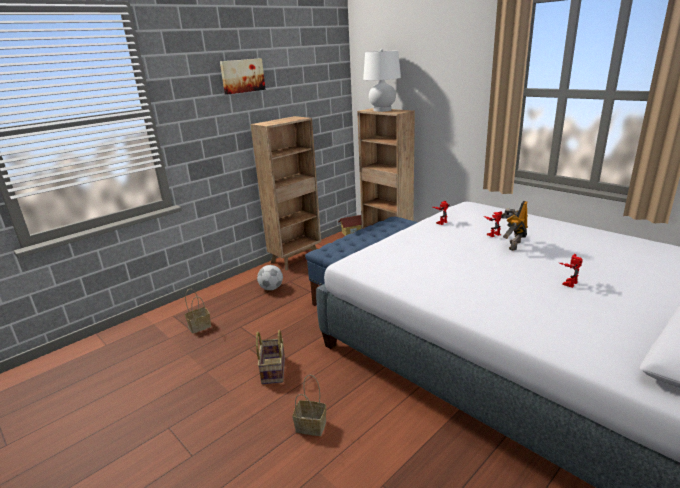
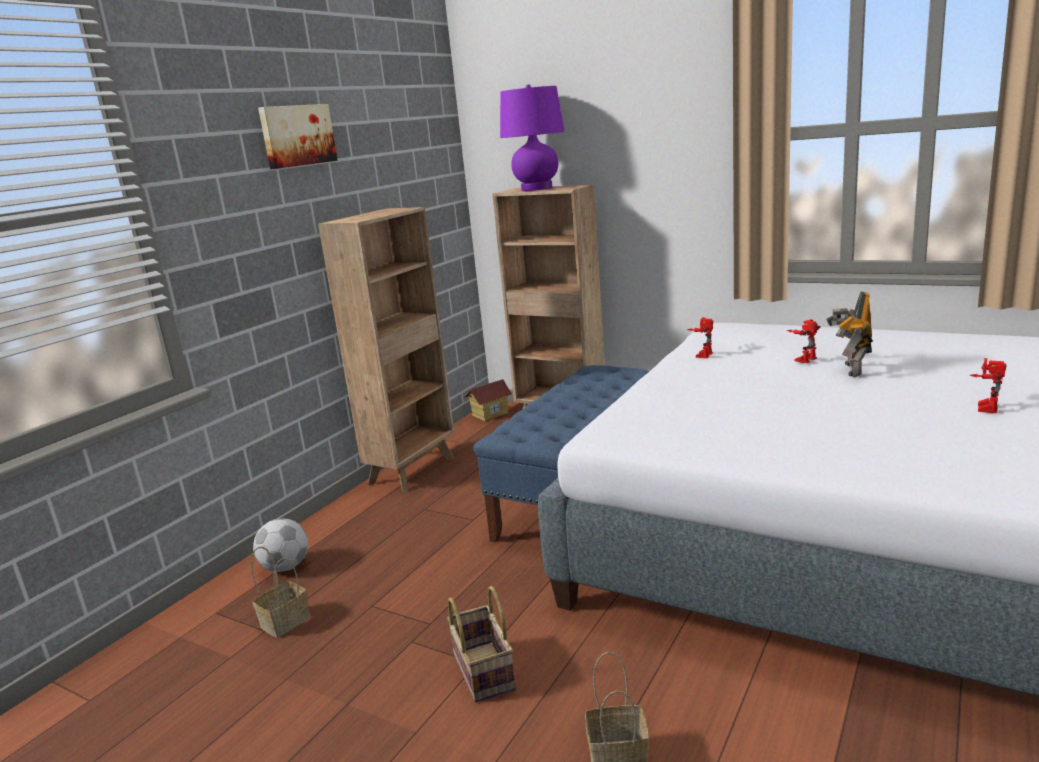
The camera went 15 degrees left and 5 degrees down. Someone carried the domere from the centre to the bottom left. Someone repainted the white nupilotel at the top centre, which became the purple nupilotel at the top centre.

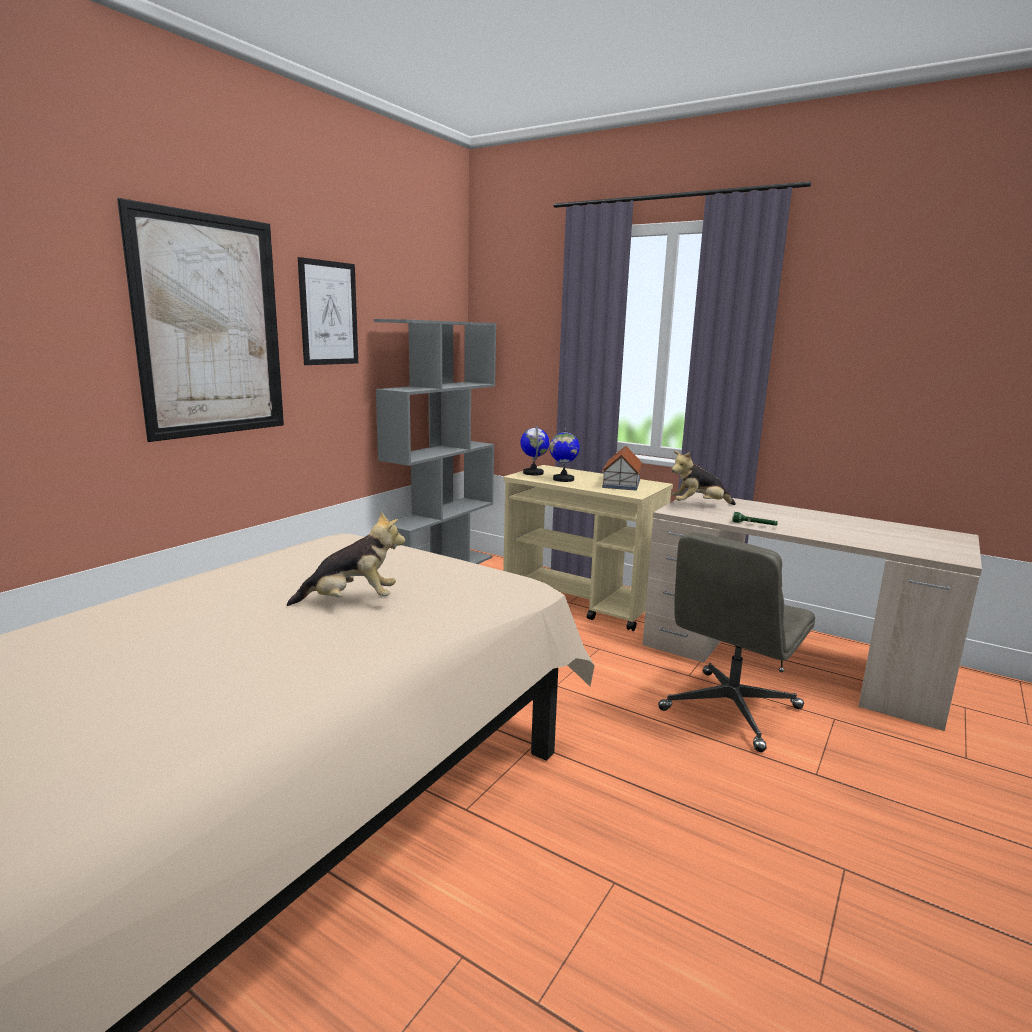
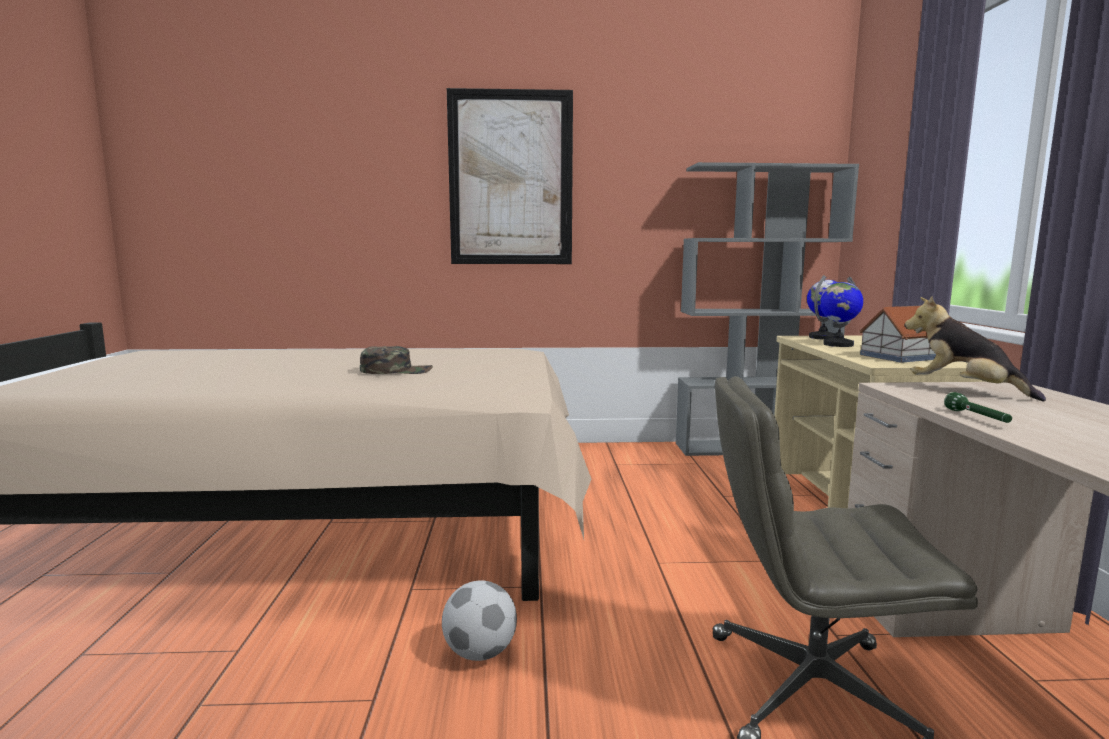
The camera went 55 degrees right and 5 degrees down. Someone took away the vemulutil (no. 2 from left) at the top left. Someone put down the domere at the bottom centre. Someone swapped the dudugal (no. 1 from left) at the centre for the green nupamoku at the centre.

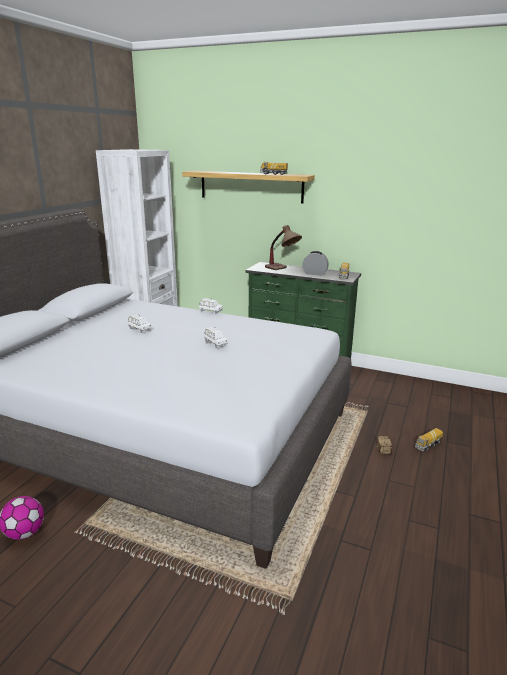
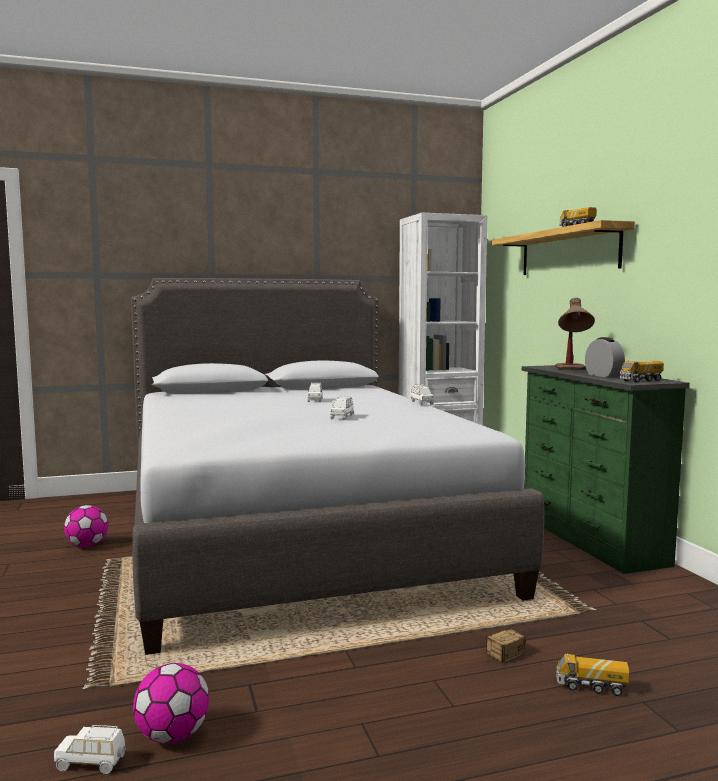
The camera went 50 degrees right and 15 degrees down. Someone put down the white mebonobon (no. 1 from left) at the bottom left. Someone put down the domere (no. 2 from left) at the bottom left.

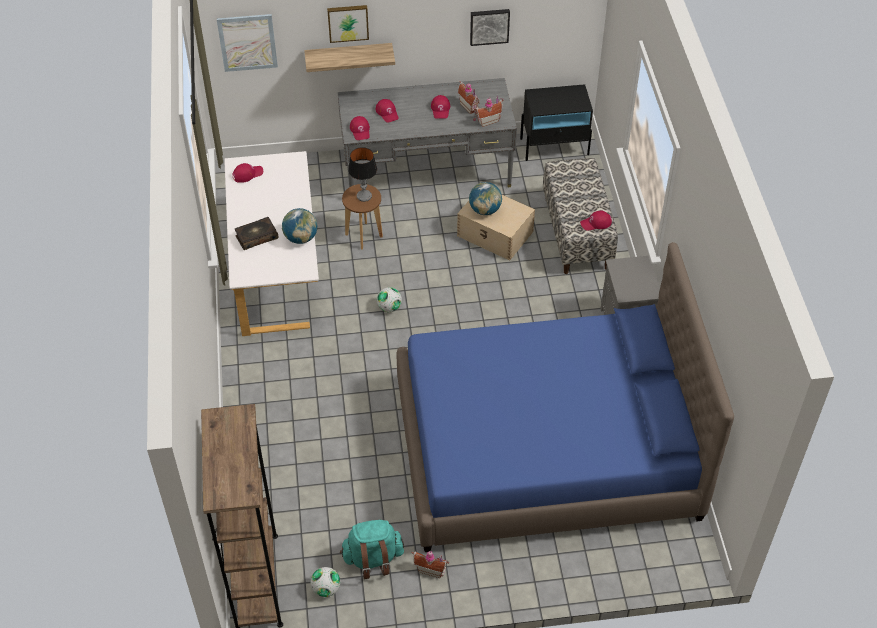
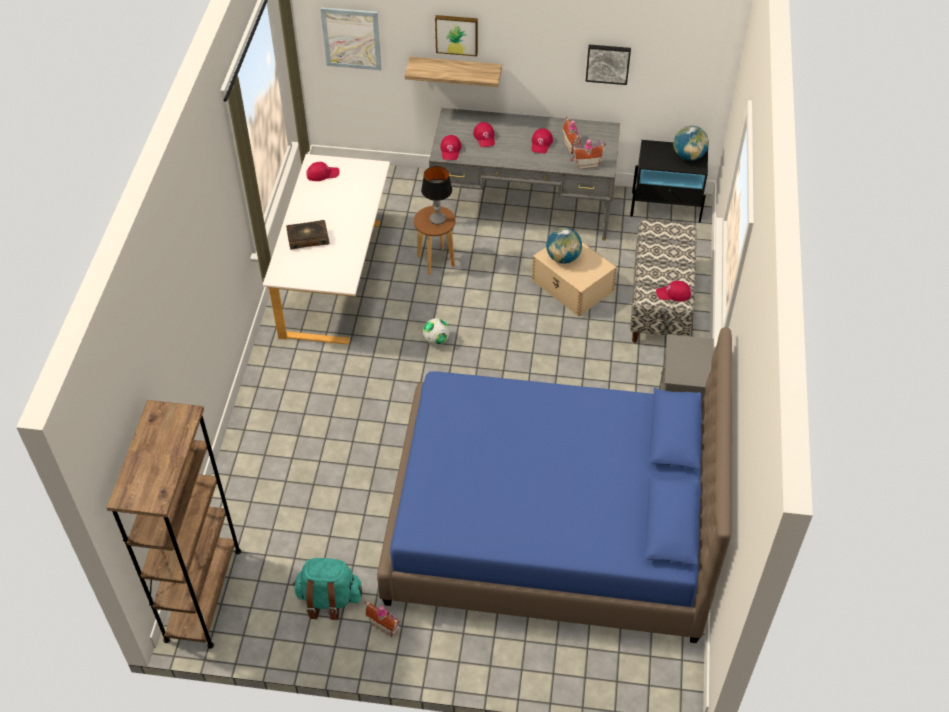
The camera went 15 degrees right and 0 degrees up. Someone took away the domere (no. 1 from left) at the bottom centre. Someone carried the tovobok (no. 1 from left in the first image) from the centre to the top right.

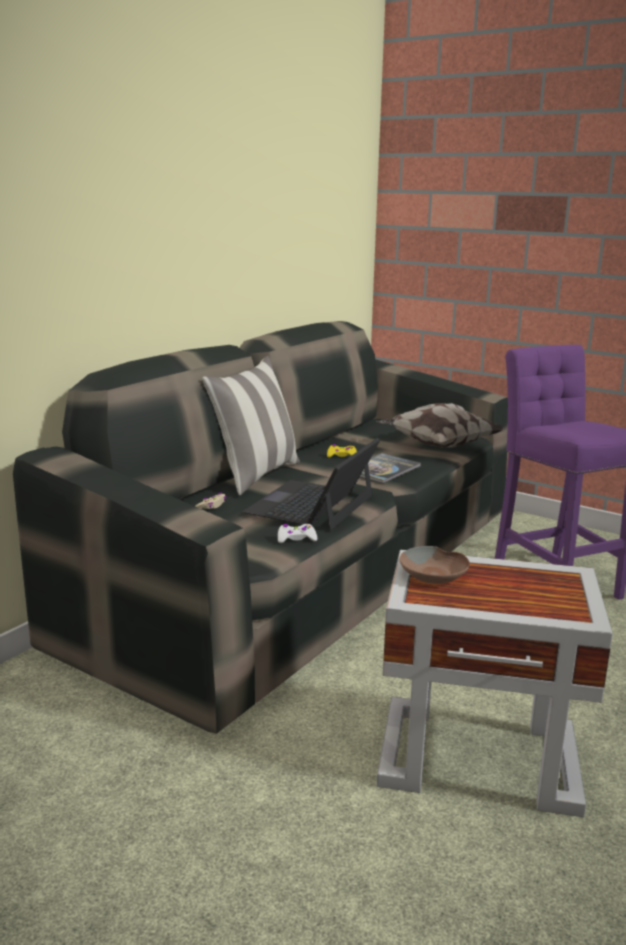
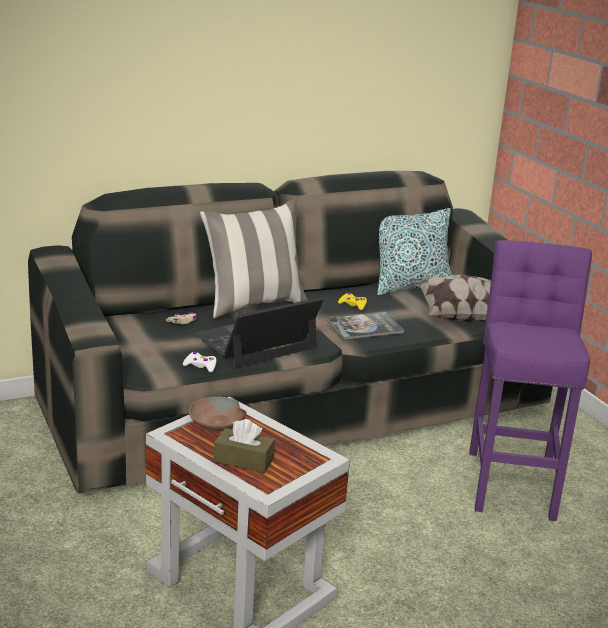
The camera went 30 degrees right and 5 degrees up. Someone put down the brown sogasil at the bottom centre. Someone put down the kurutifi (no. 2 from left) at the middle right.

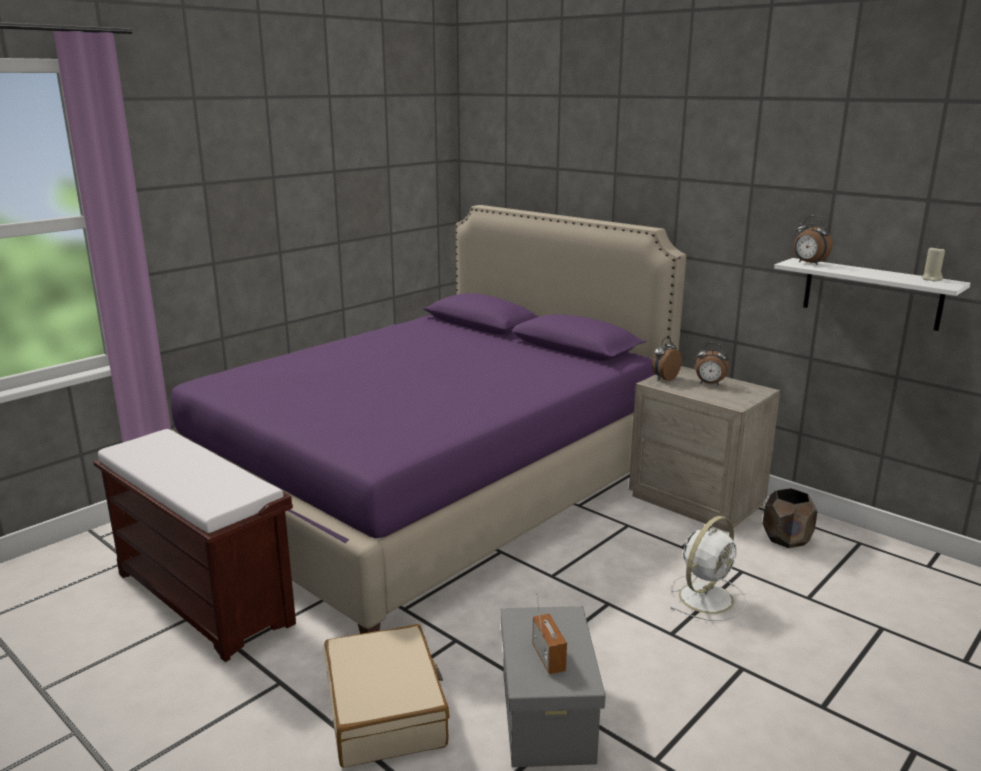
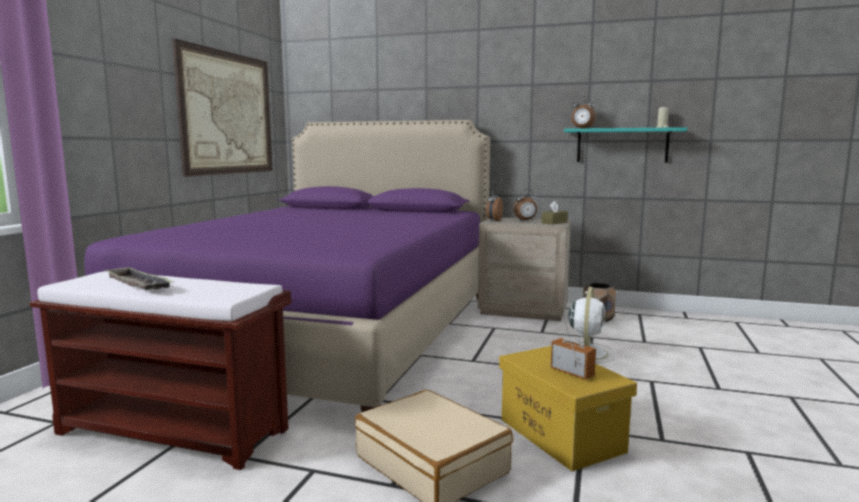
The camera went 25 degrees left and 10 degrees down. Someone put down the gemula at the middle left. Someone put up the vemulutil at the top left. Someone put down the brown sogasil at the centre. Someone repainted the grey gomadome at the bottom centre, which became the yellow gomadome at the bottom centre. Someone repainted the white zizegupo at the middle right, which became the turquoise zizegupo at the top right.

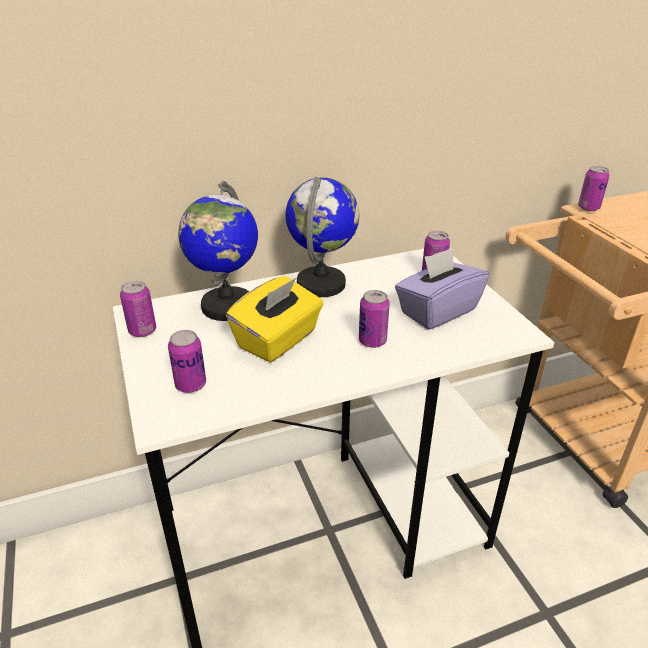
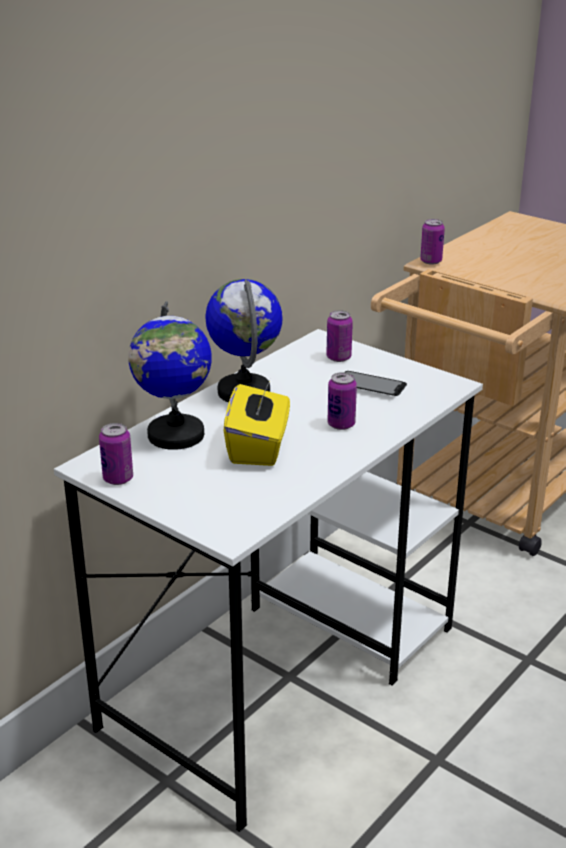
The camera went 30 degrees left and 5 degrees down. Someone took away the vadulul (no. 2 from left) at the middle left. Someone swapped the purple sogasil at the middle right for the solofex at the centre.

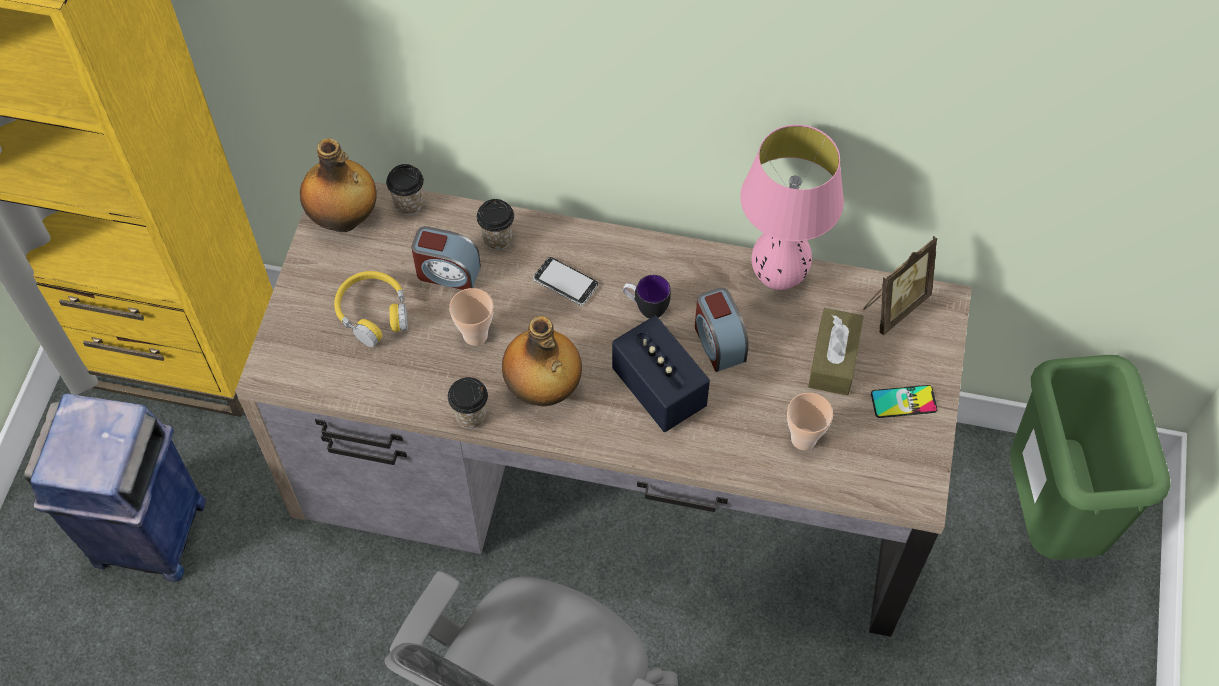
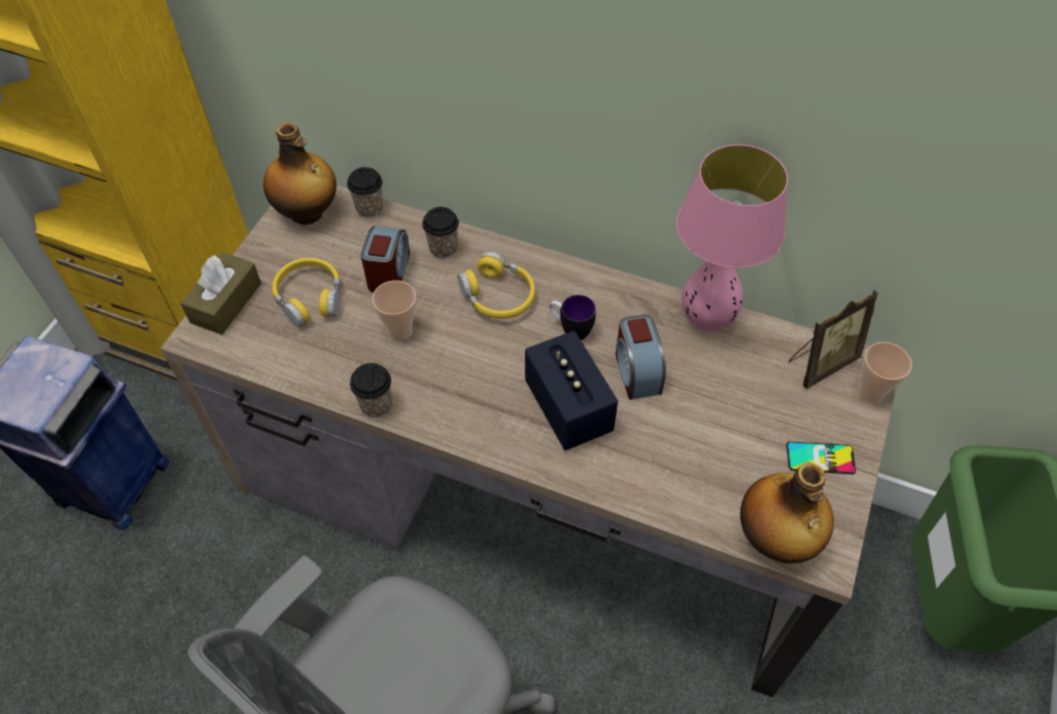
The camera went 10 degrees right and 5 degrees down. Someone carried the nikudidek (no. 2 from left) from the centre to the bottom right. Someone carried the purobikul (no. 5 from left) from the centre to the middle right. Someone carried the brown sogasil from the middle right to the middle left. Someone swapped the solofex (no. 1 from left) at the centre for the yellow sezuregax (no. 2 from left) at the centre. Someone rotated the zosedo (no. 1 from left) at the centre by 105 degrees counterclockwise.

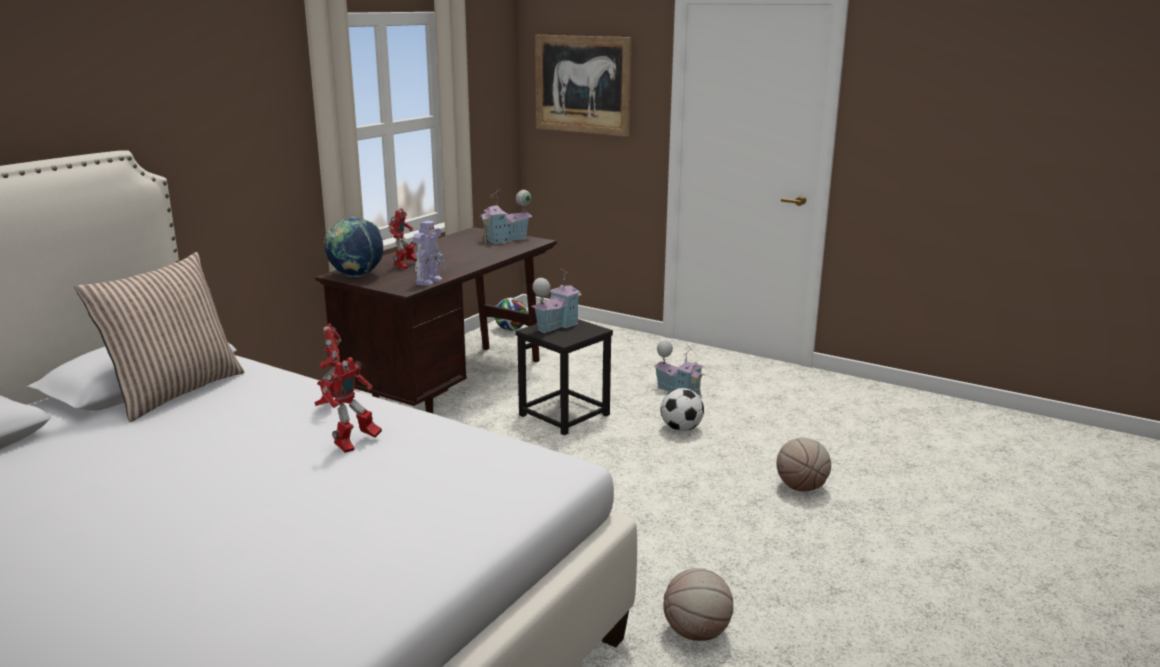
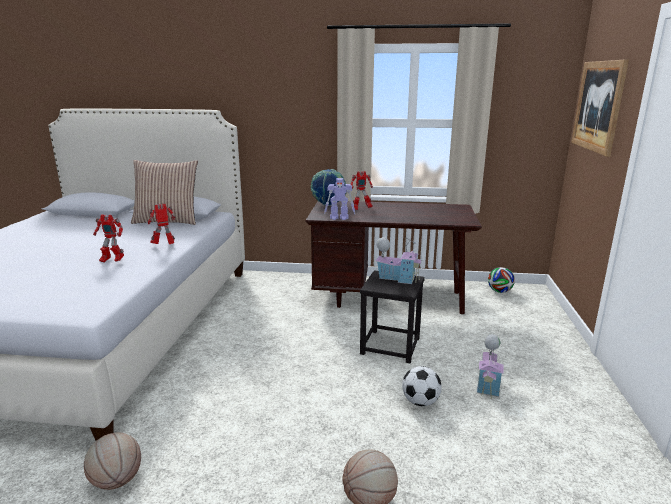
The camera went 65 degrees right and 0 degrees up. Someone took away the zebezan (no. 1 from left) at the top centre.

